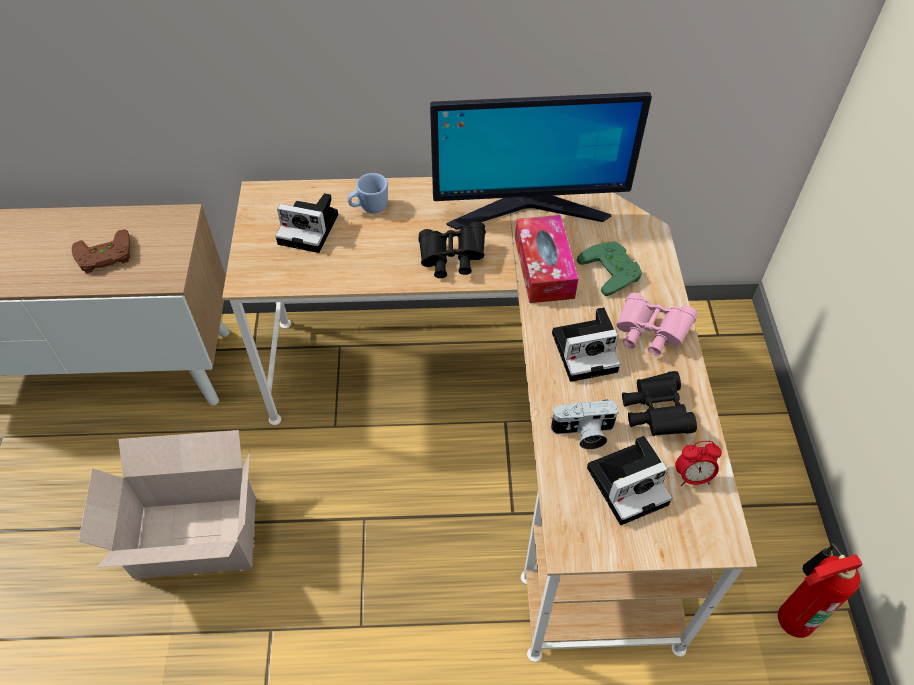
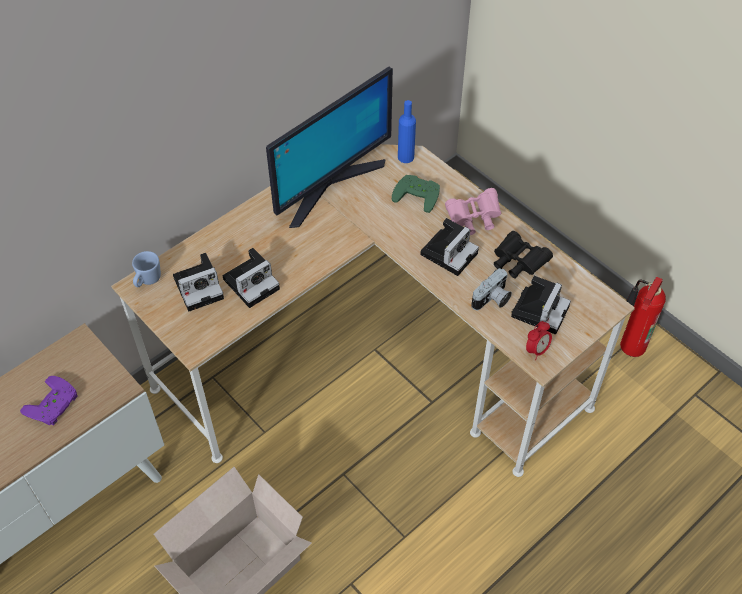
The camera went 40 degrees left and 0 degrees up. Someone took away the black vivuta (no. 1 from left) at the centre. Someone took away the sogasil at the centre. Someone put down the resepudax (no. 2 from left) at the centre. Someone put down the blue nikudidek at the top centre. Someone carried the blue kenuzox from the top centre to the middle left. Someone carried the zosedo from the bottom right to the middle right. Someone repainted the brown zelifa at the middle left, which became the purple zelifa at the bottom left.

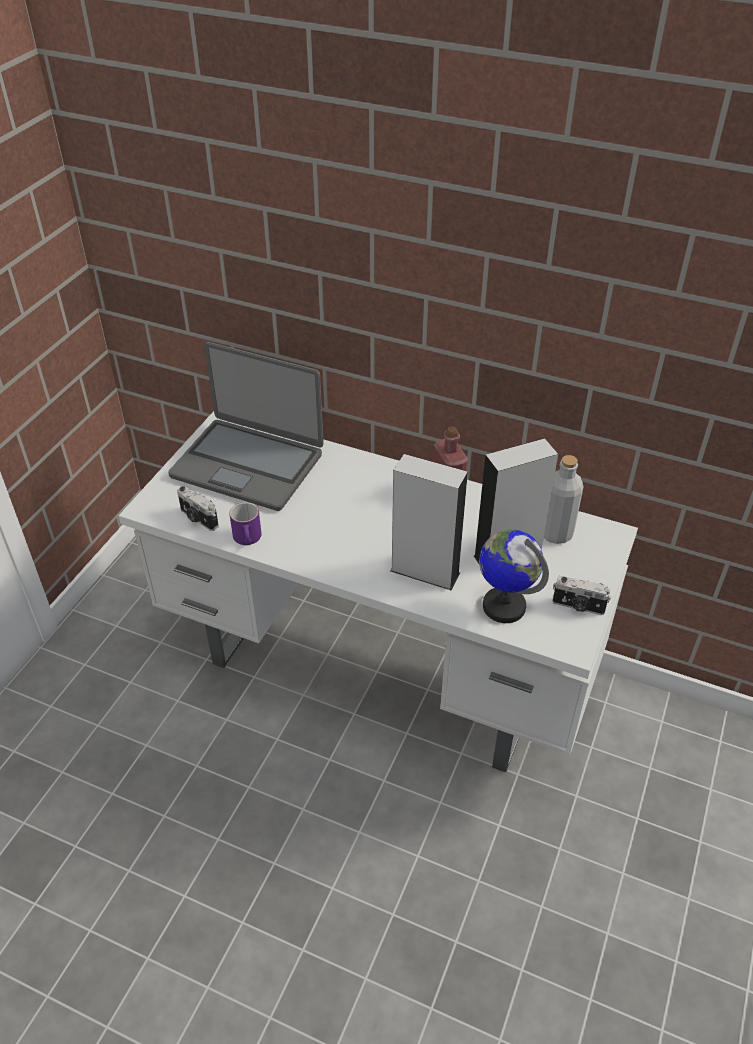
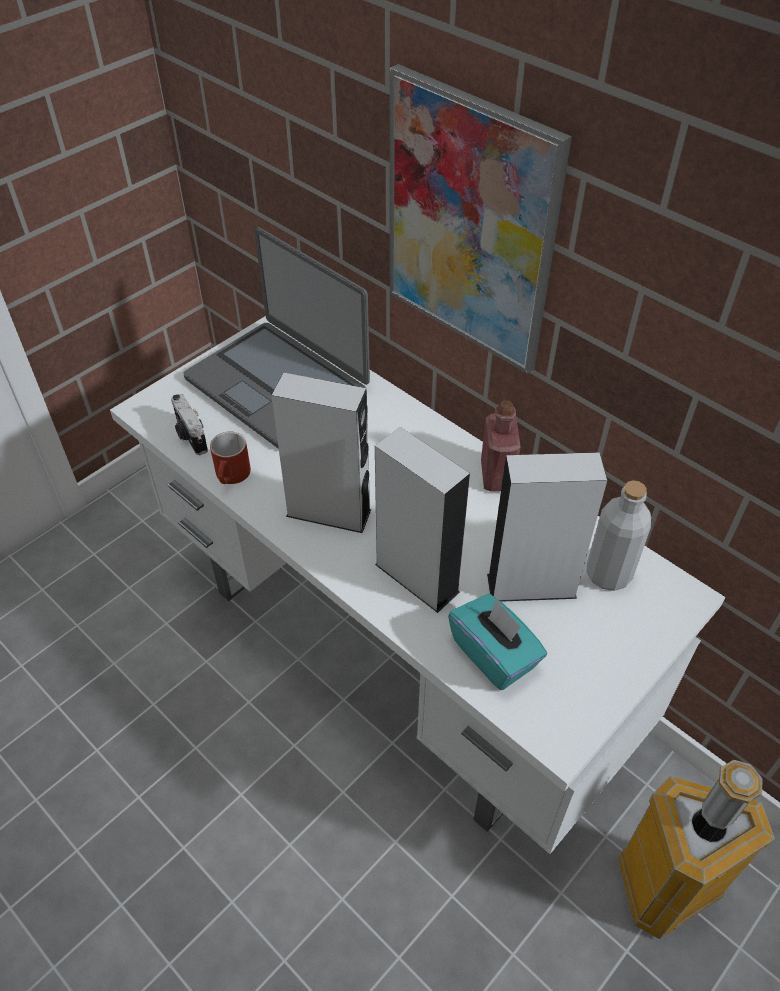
The camera went 20 degrees right and 5 degrees up. Someone took away the resepudax (no. 2 from left) at the middle right. Someone put down the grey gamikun (no. 1 from left) at the centre. Someone put up the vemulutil at the top centre. Someone put down the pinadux at the bottom right. Someone swapped the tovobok at the middle right for the turquoise sogasil at the centre. Someone repainted the purple kenuzox at the middle left, which became the red kenuzox at the middle left.

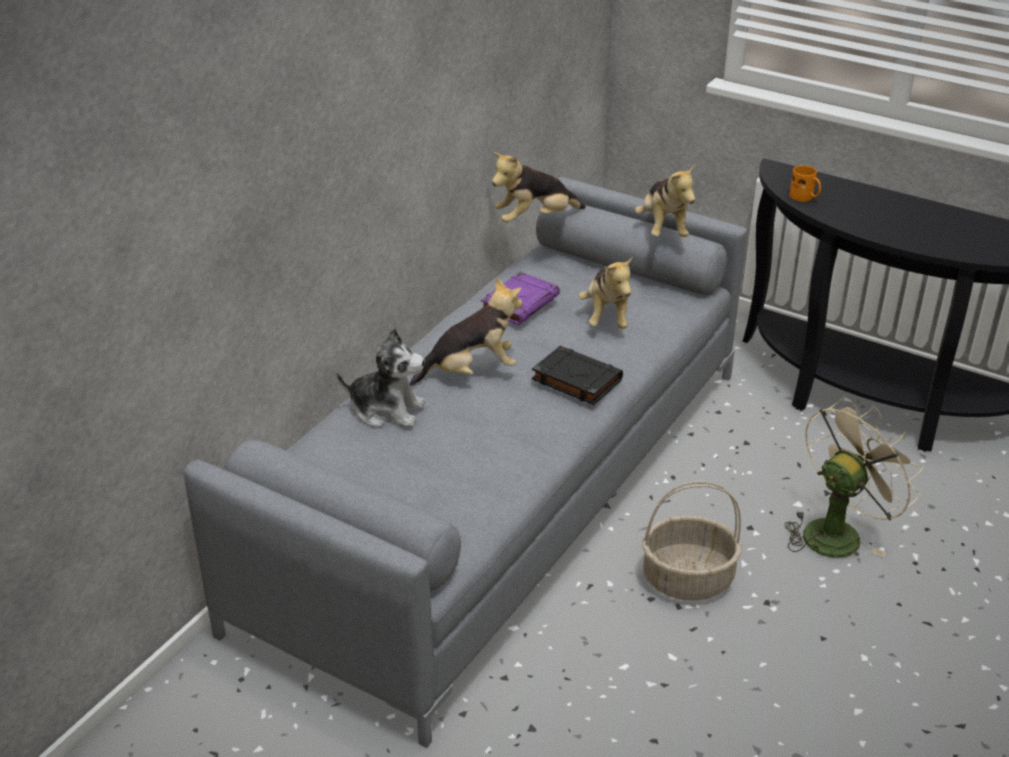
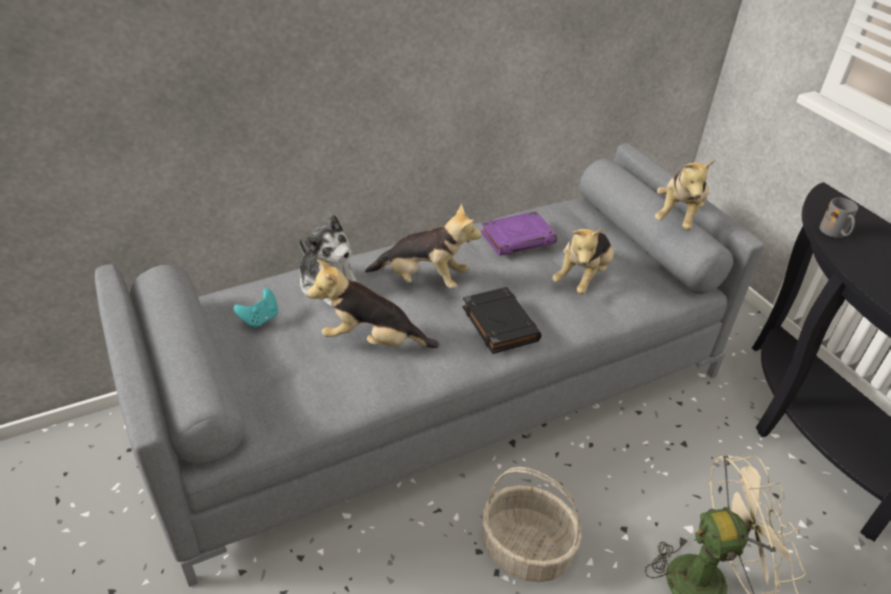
The camera went 30 degrees right and 5 degrees up. Someone put down the turquoise zelifa at the middle left. Someone carried the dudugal (no. 3 from left in the first image) from the top centre to the centre. Someone repainted the orange kenuzox at the top right, which became the grey kenuzox at the middle right.

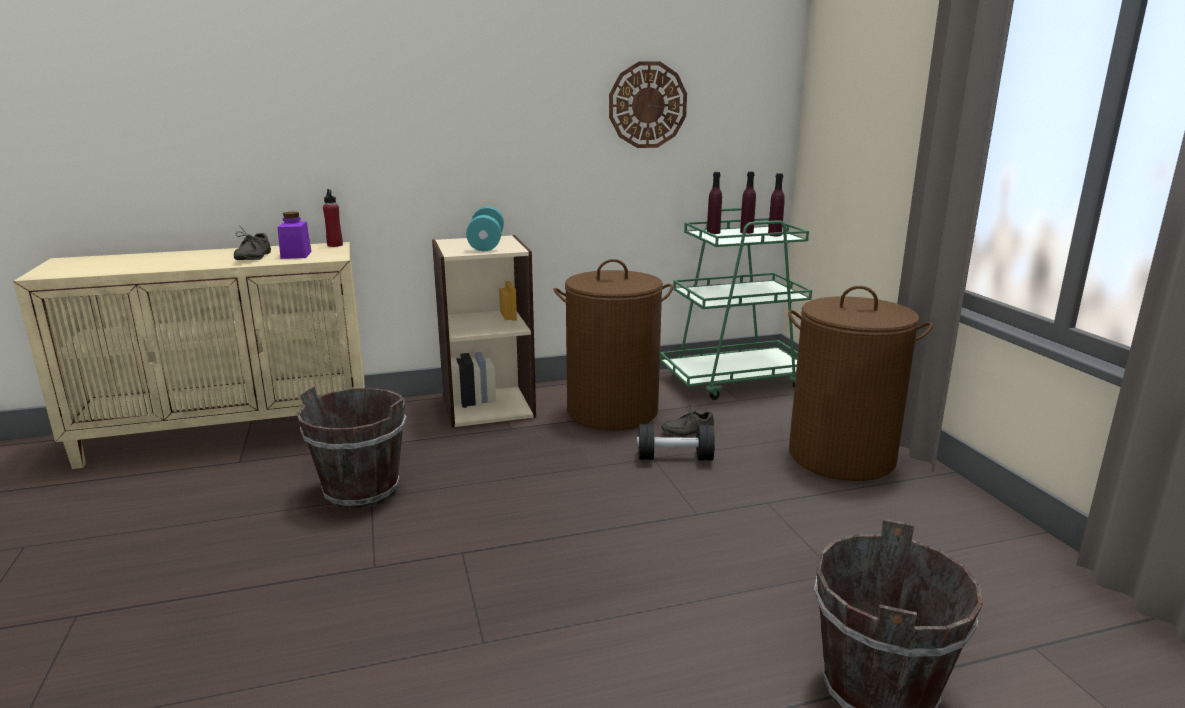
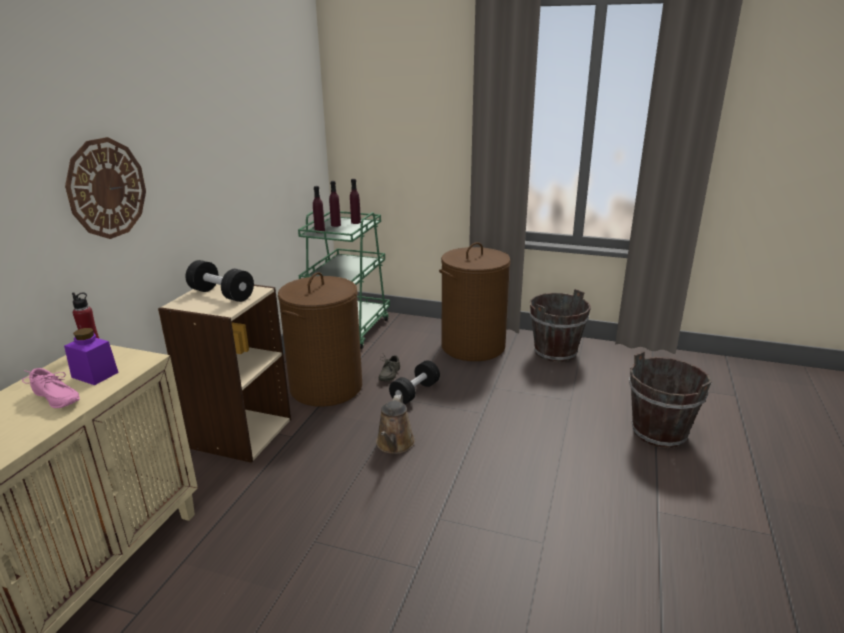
The camera went 55 degrees left and 5 degrees up. Someone put down the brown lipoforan at the bottom centre. Someone carried the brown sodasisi (no. 1 from left) from the middle left to the centre. Someone carried the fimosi from the top centre to the top left. Someone repainted the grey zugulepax (no. 1 from left) at the middle left, which became the pink zugulepax at the middle left. Someone repainted the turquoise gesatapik at the top centre, which became the black gesatapik (no. 1 from left) at the middle left.

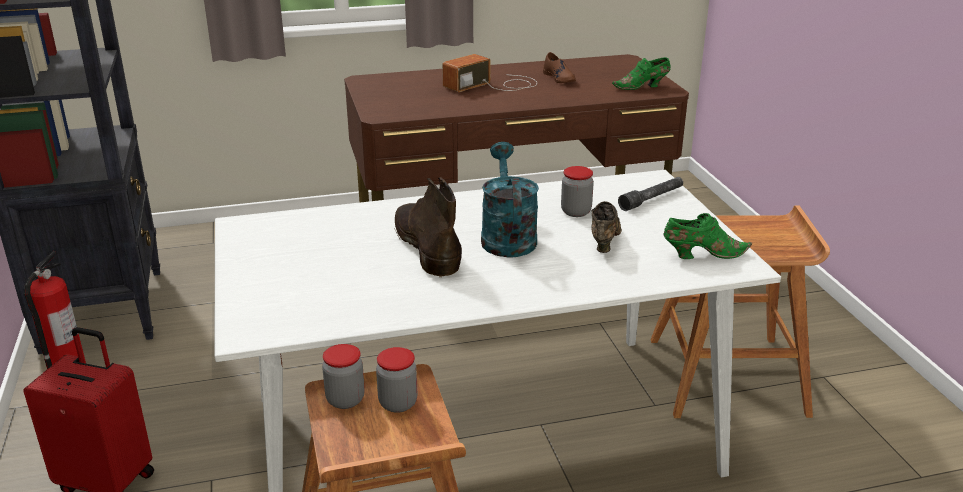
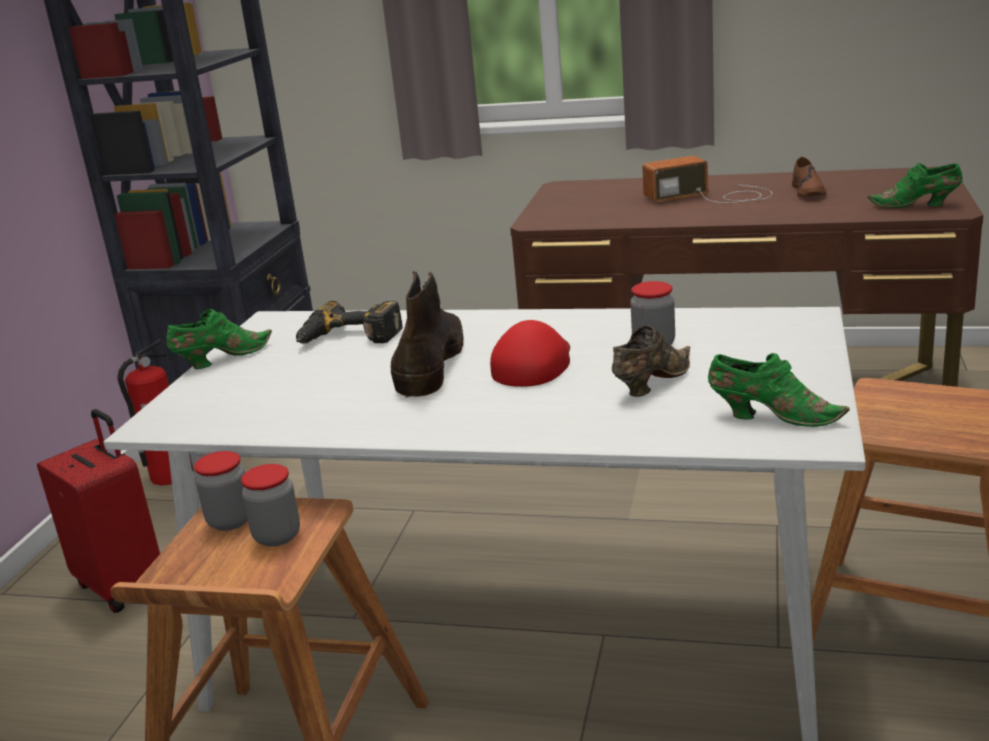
The camera went 30 degrees right and 5 degrees down. Someone took away the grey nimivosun at the middle right. Someone put down the green zugulepax (no. 1 from left) at the middle left. Someone put down the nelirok at the centre. Someone swapped the turquoise lipoforan at the centre for the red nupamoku at the centre.

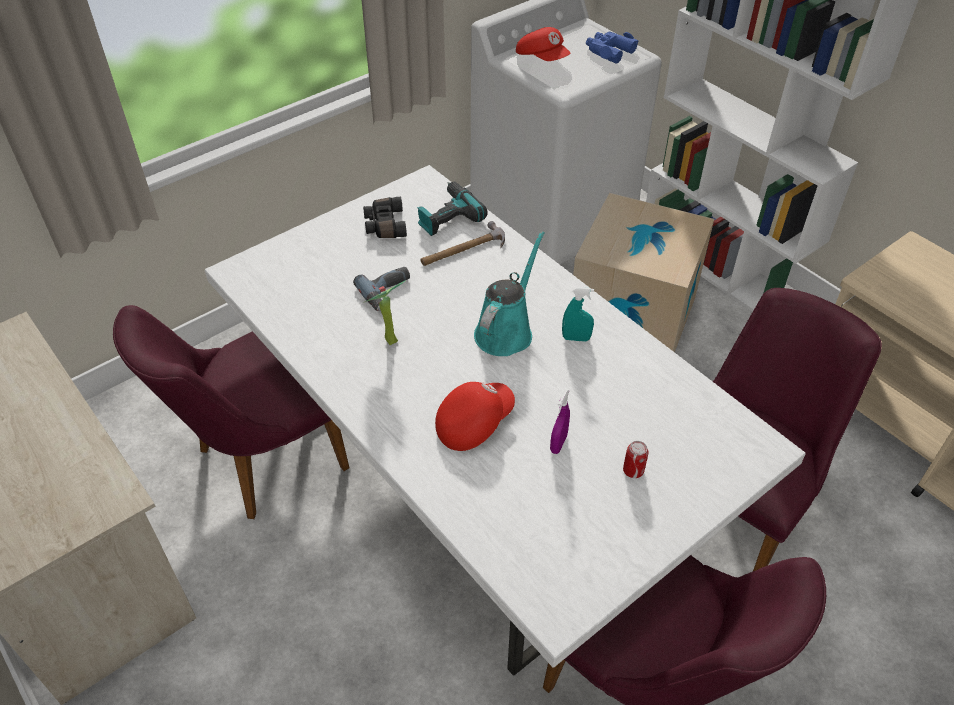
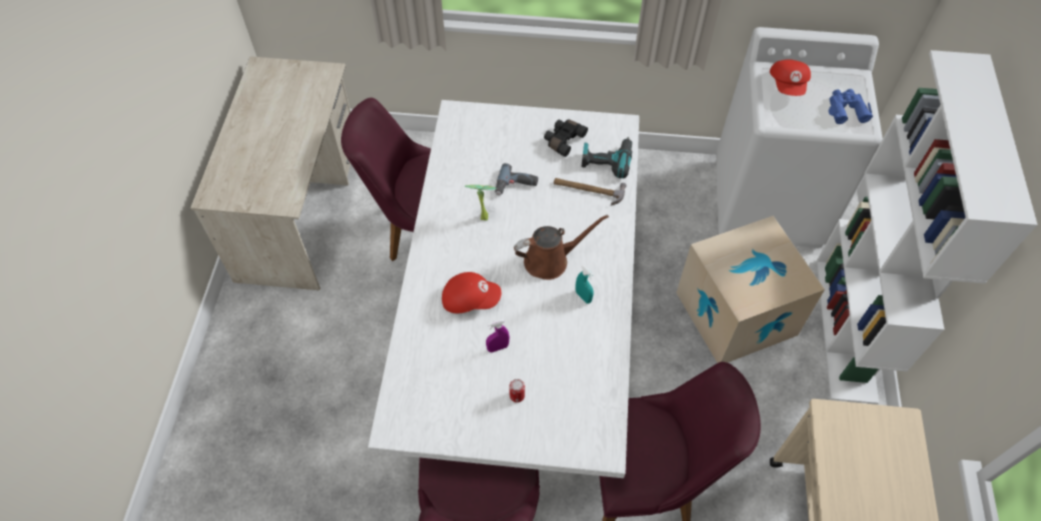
The camera went 45 degrees right and 10 degrees up. Someone repainted the turquoise lipoforan at the centre, which became the brown lipoforan at the centre.

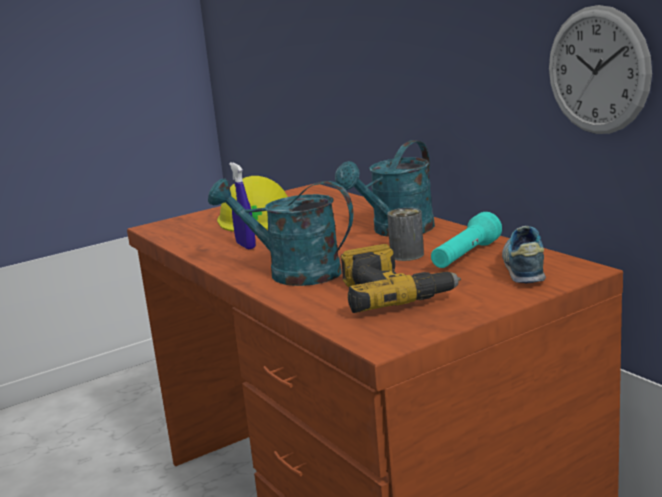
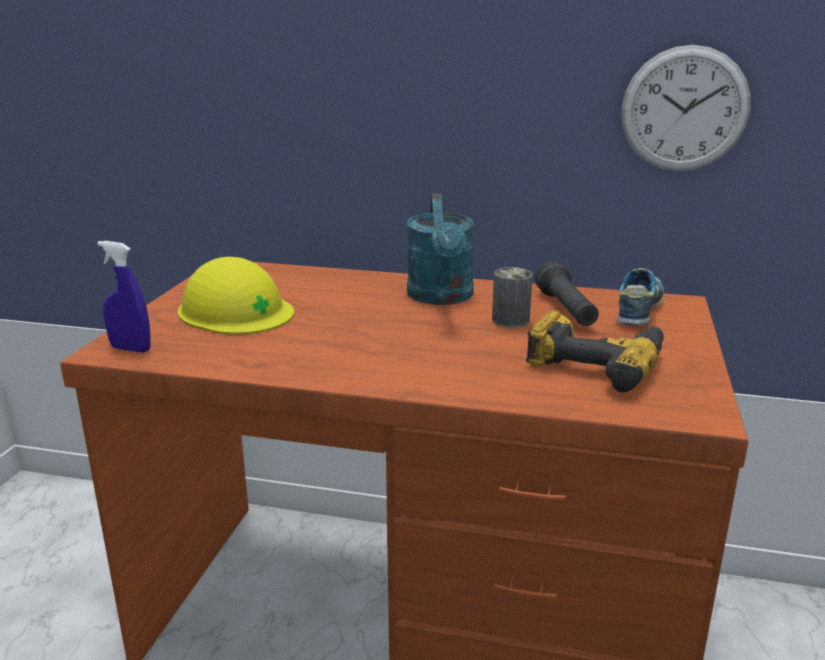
The camera went 45 degrees left and 5 degrees up. Someone took away the turquoise lipoforan (no. 1 from left) at the centre. Someone carried the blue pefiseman from the centre to the middle left. Someone repainted the turquoise nimivosun at the middle right, which became the black nimivosun at the middle right. Someone rotated the zugulepax at the middle right by 60 degrees clockwise.

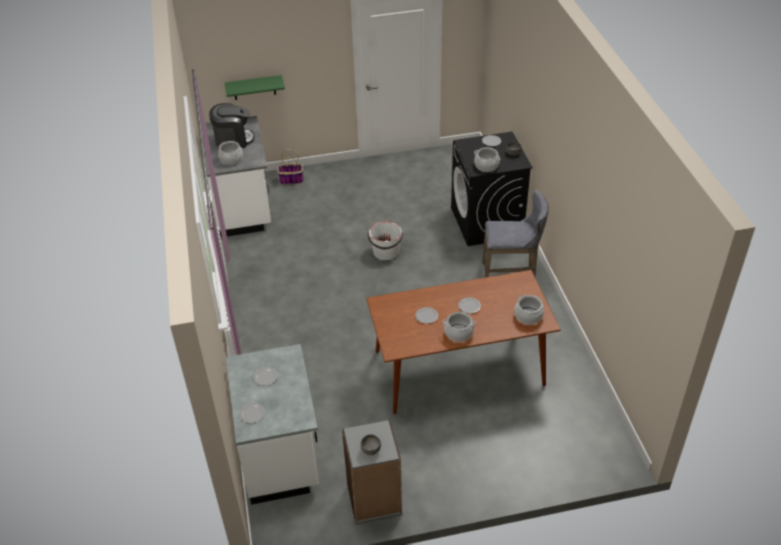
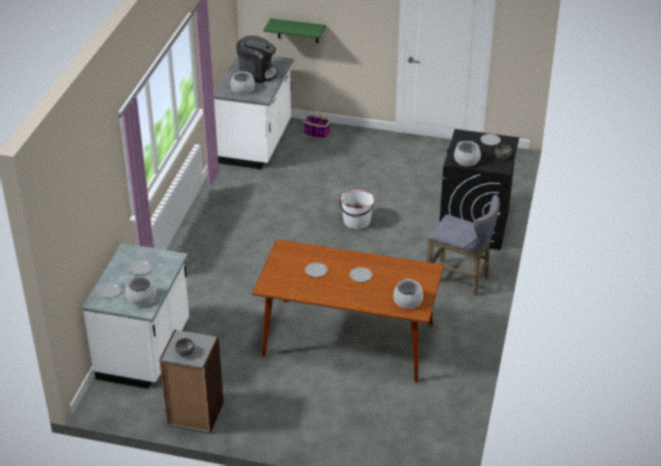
The camera went 25 degrees right and 5 degrees down. Someone carried the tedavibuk (no. 2 from left in the first image) from the centre to the middle left.

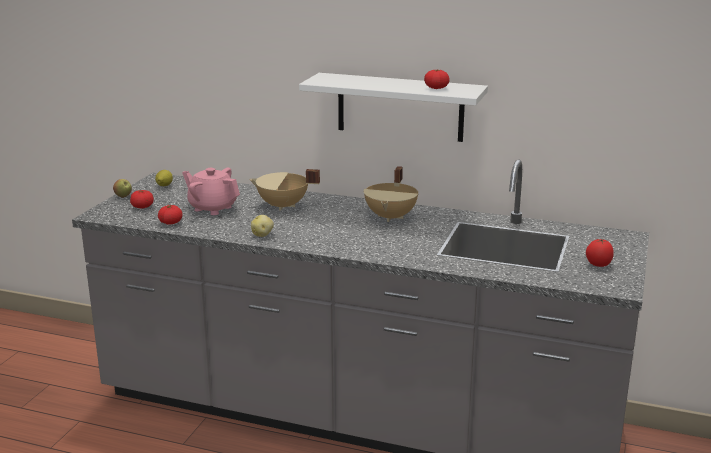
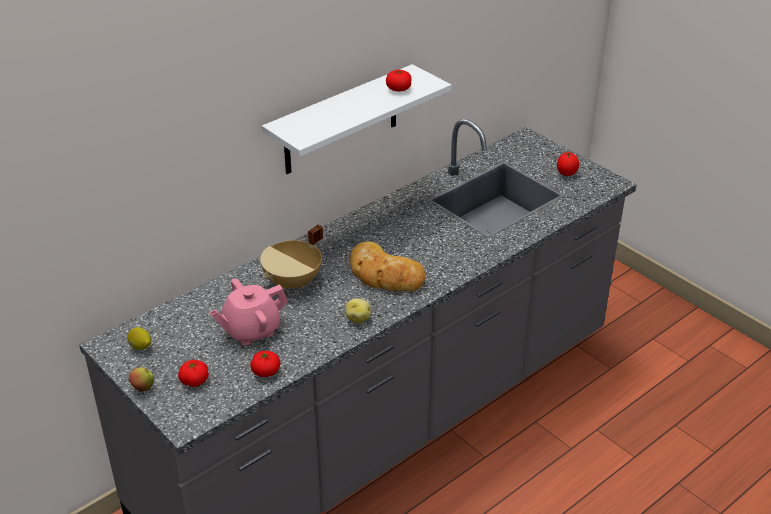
The camera went 60 degrees left and 15 degrees up. Someone took away the beige tedavibuk (no. 2 from left) at the centre. Someone put down the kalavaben at the centre.

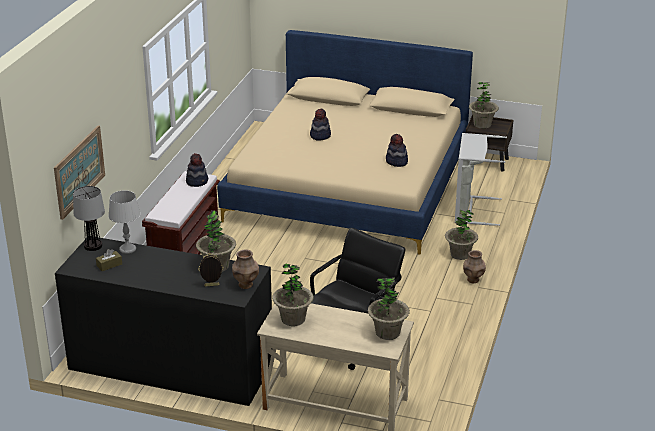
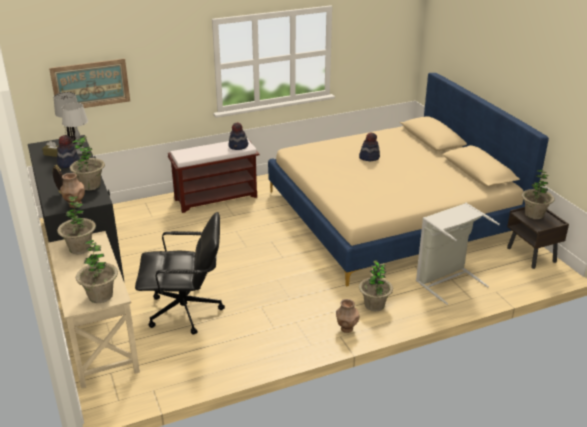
The camera went 50 degrees right and 0 degrees up. Someone carried the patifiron (no. 3 from left in the first image) from the centre to the middle left.

